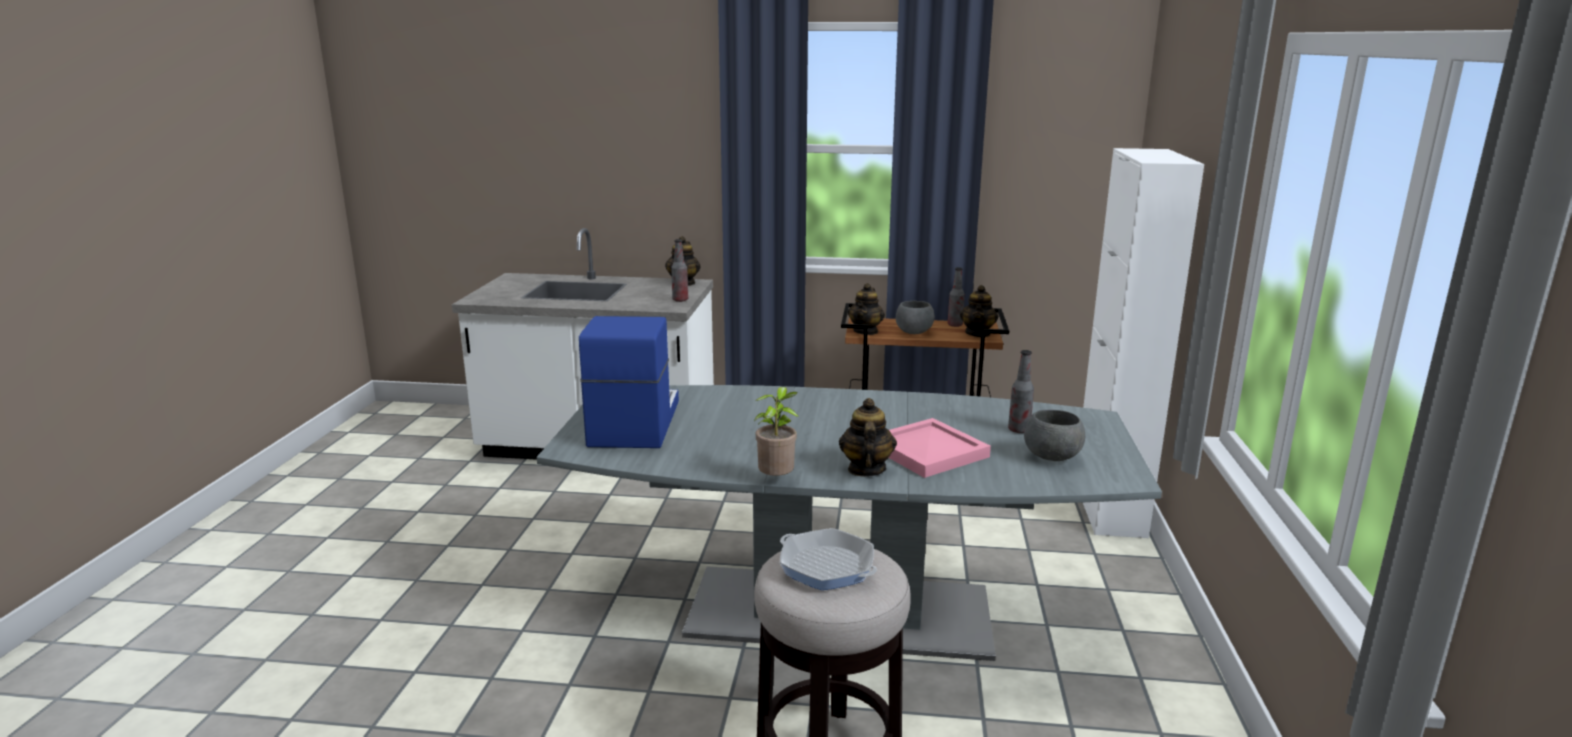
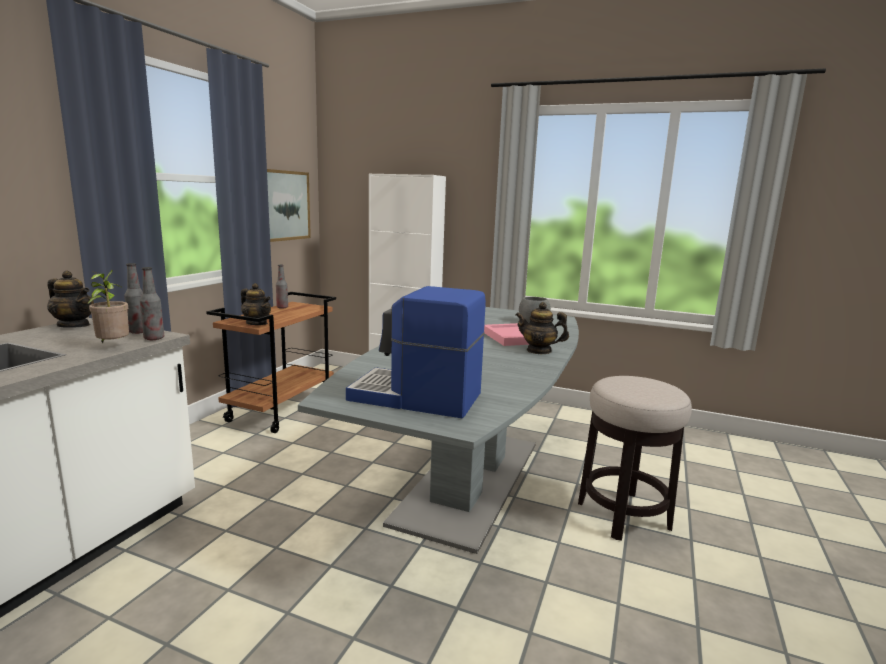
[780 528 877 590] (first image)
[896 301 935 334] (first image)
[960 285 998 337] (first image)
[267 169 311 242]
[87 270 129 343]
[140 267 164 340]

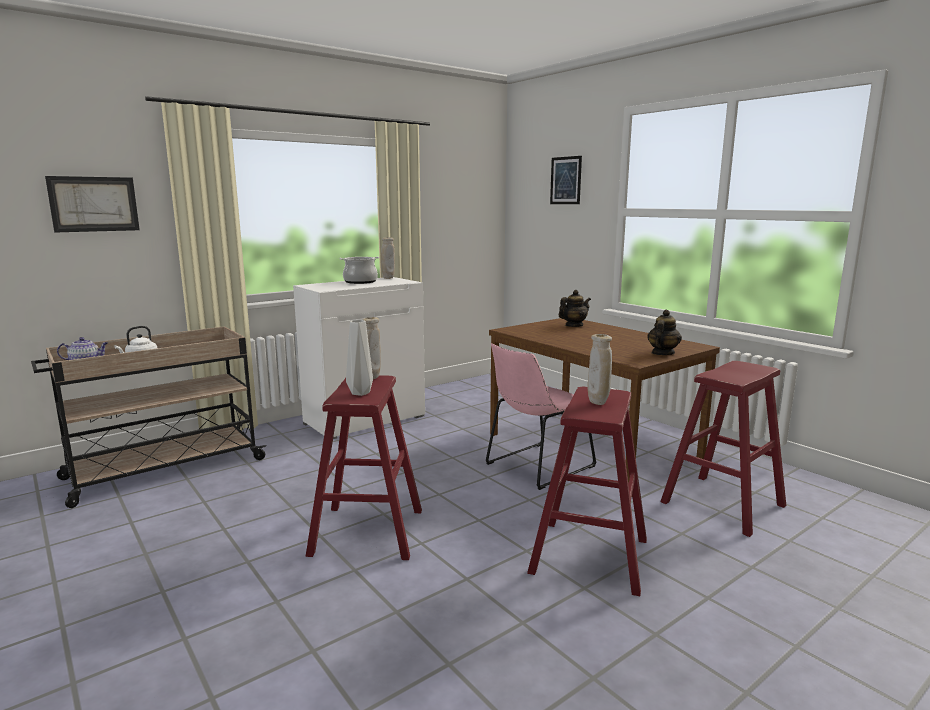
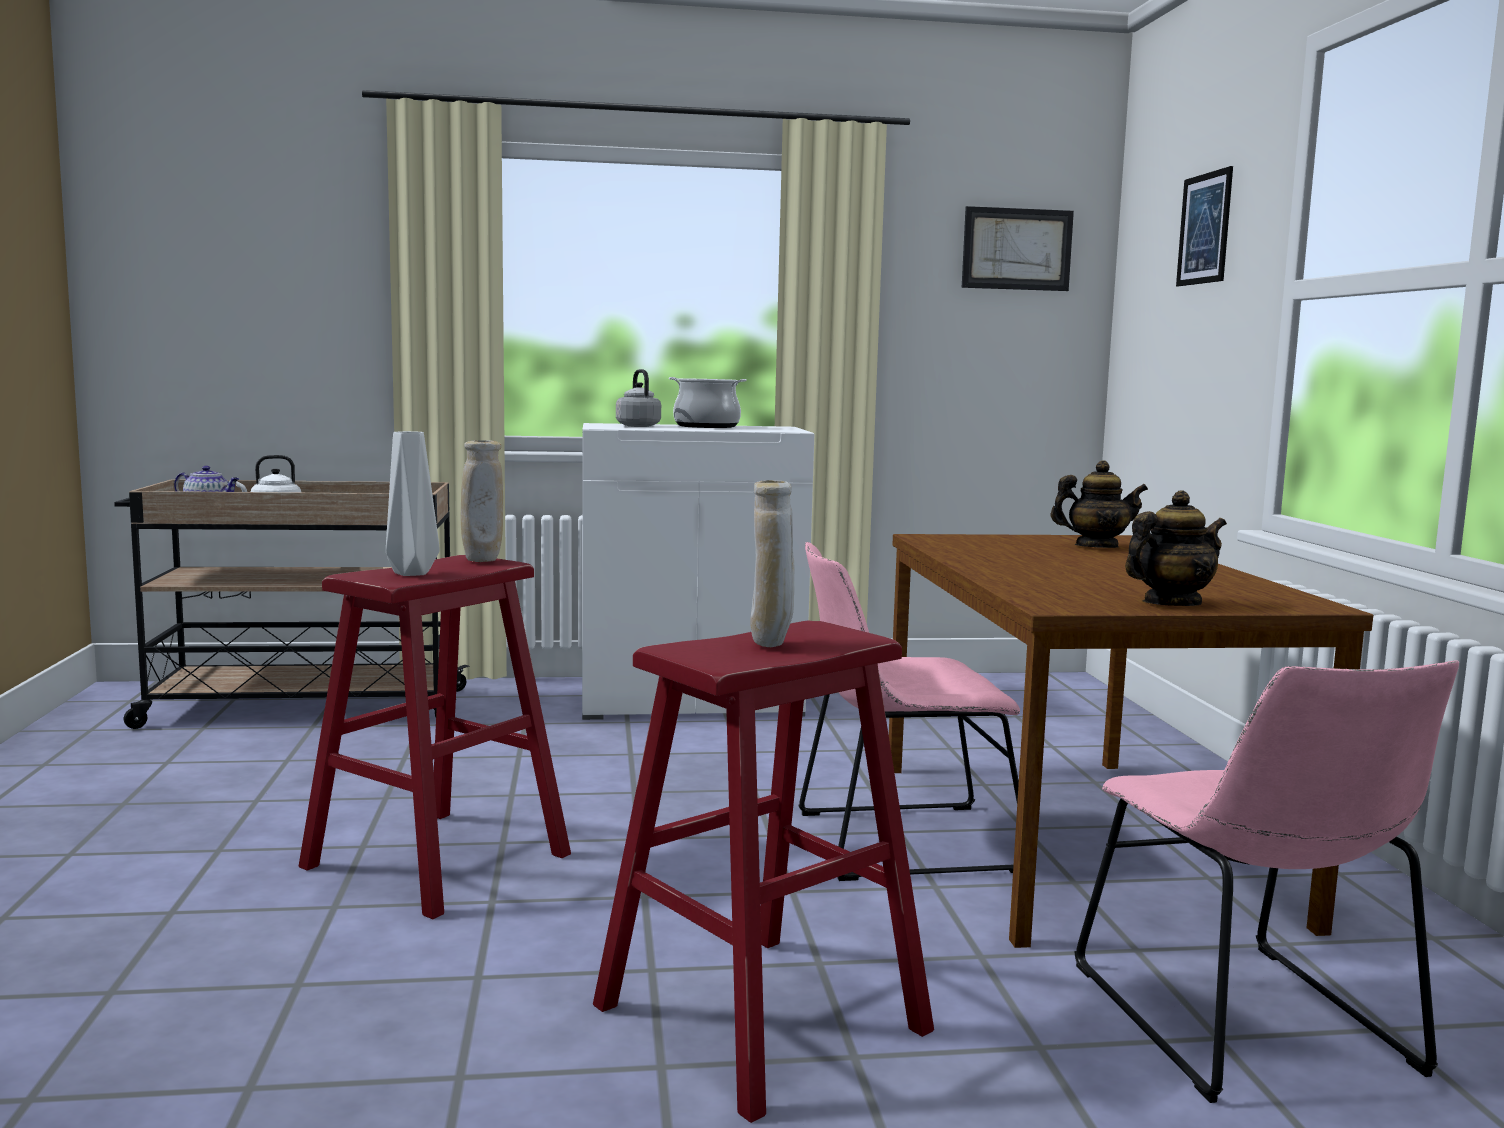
[381 237 395 279] (first image)
[616 369 661 427]
[962 206 1074 291]
[1075 660 1459 1103]

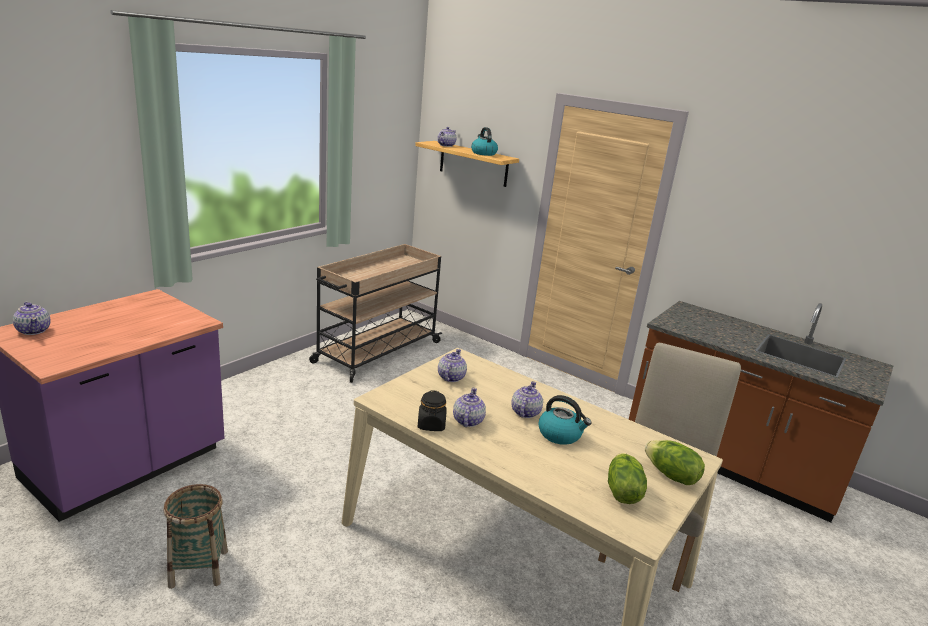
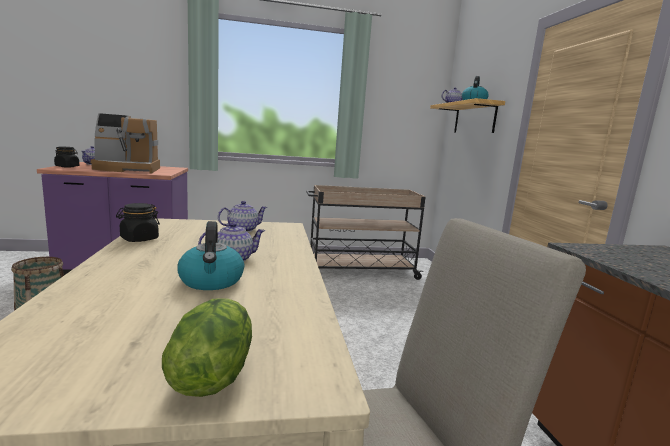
[453 388 486 427] (first image)
[608 453 647 504] (first image)
[54 147 79 167]
[90 113 160 174]

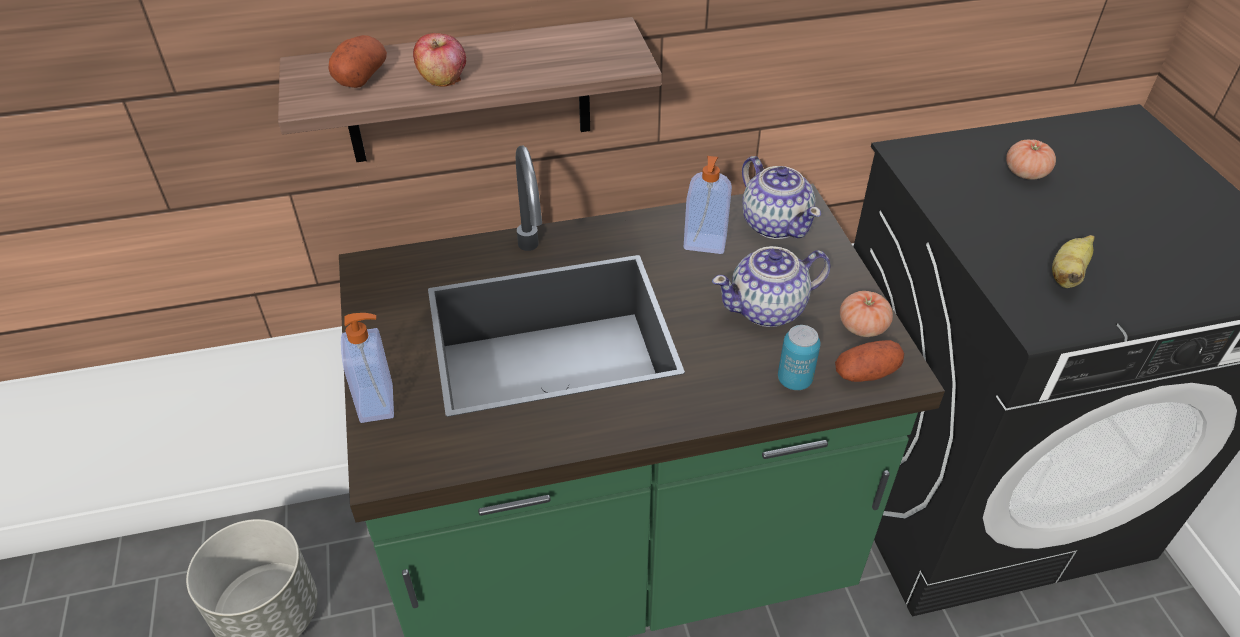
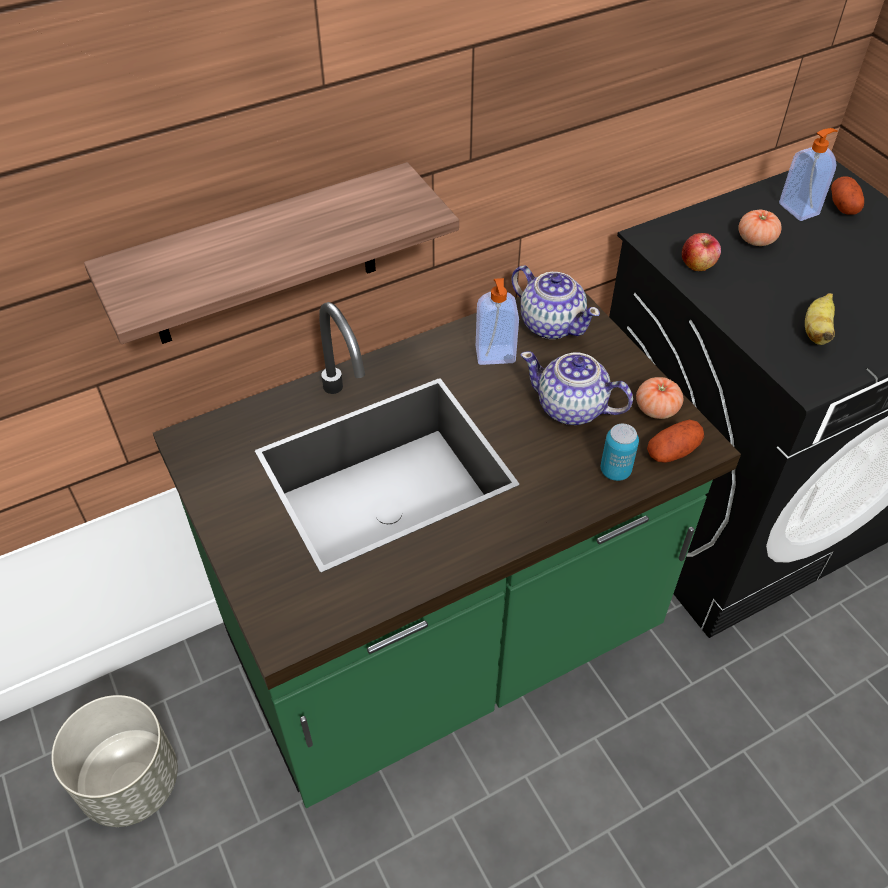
[831 176 864 215]
[779 128 837 221]
[682 233 721 271]
[521 351 633 425]

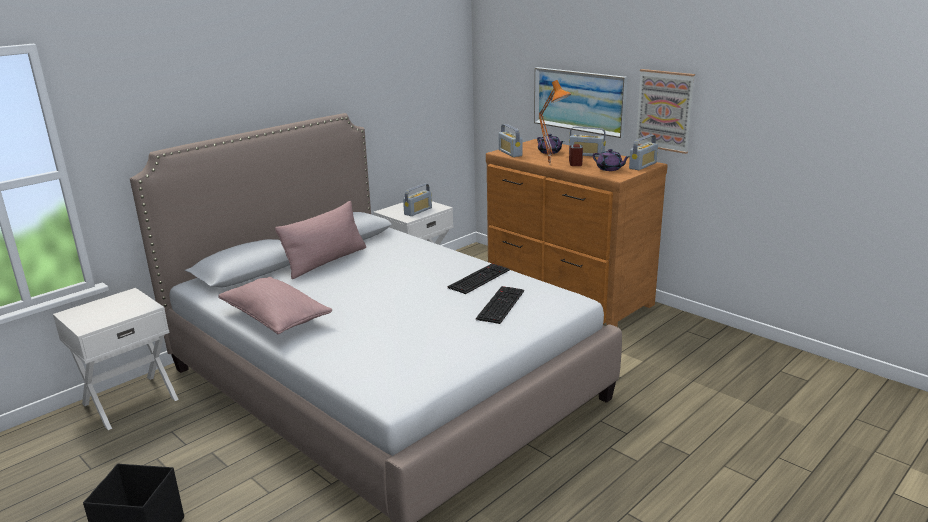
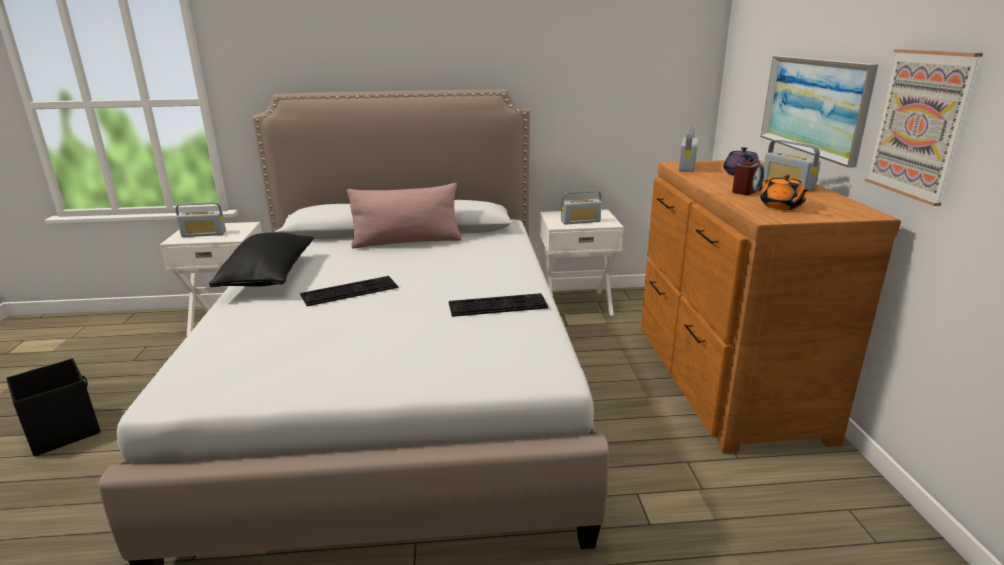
[539 80 571 165] (first image)
[300 276 398 306]
[176 202 226 237]
[209 232 314 287]
[760 174 809 210]

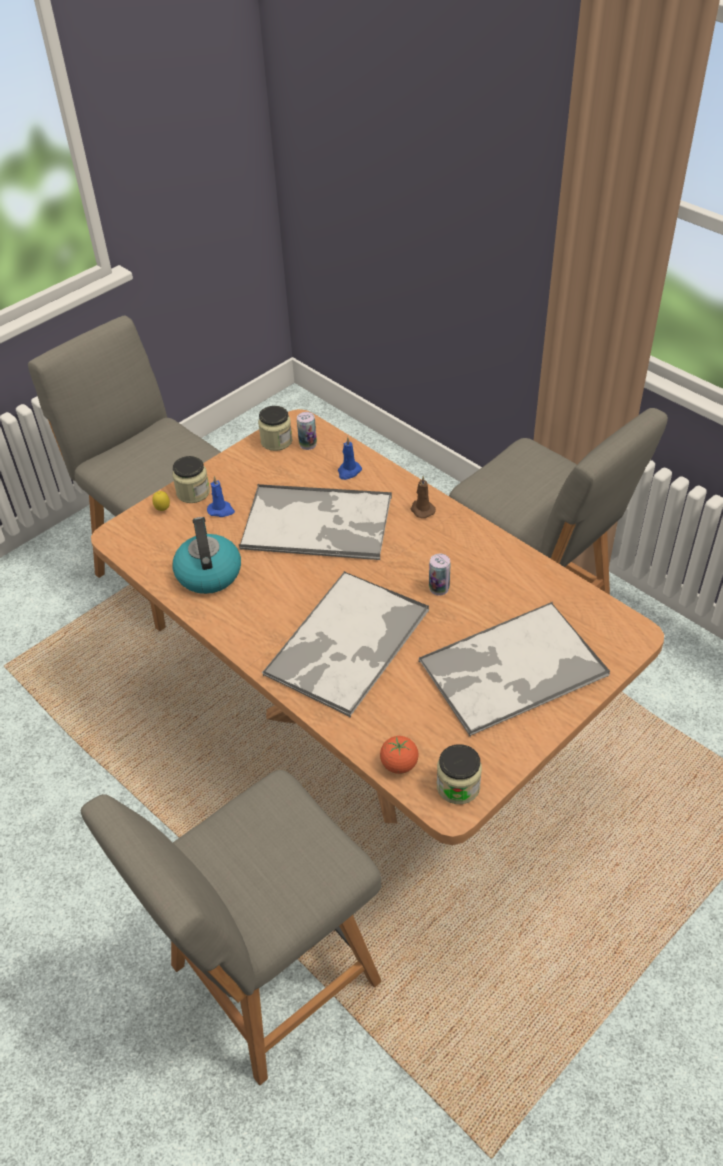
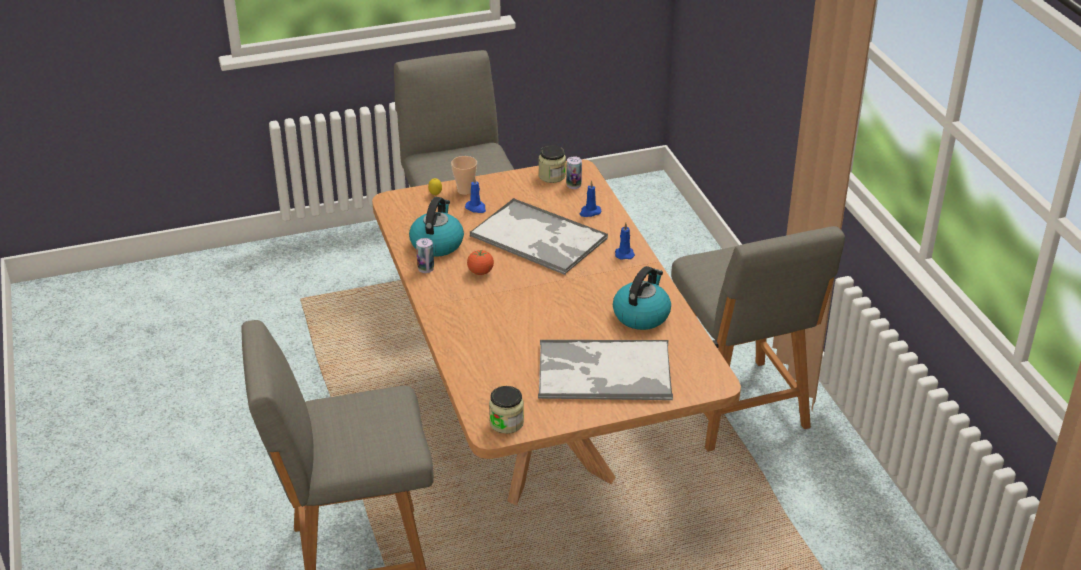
[262 571 430 717] (first image)
[613 266 671 330]
[467 250 494 275]
[416 238 434 273]
[451 156 477 195]
[615 223 635 260]

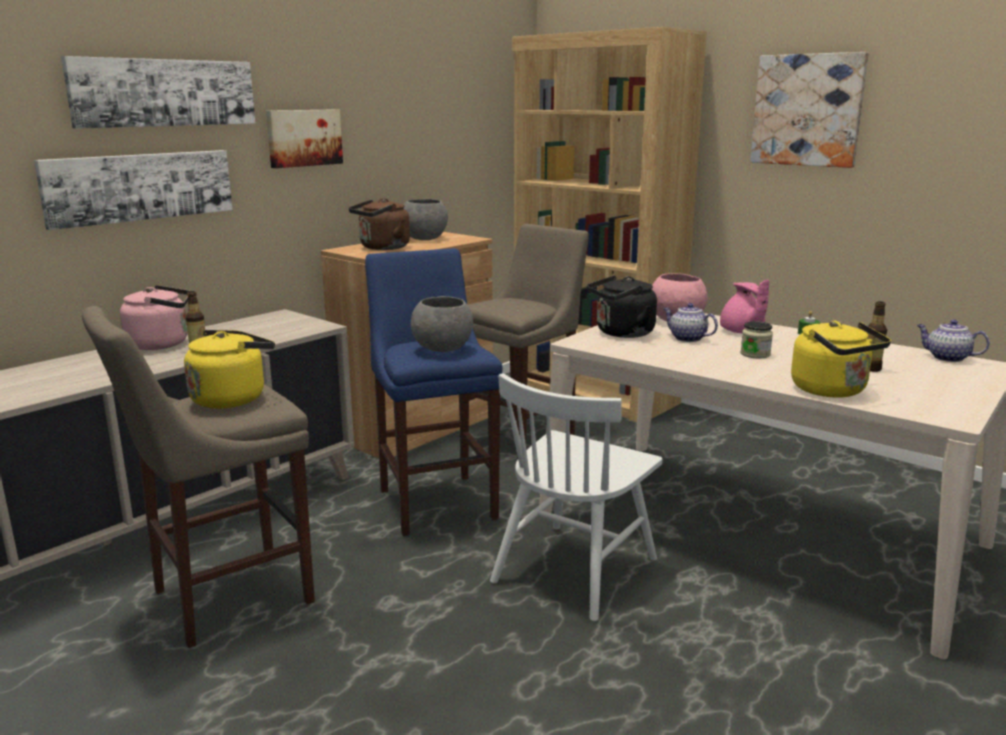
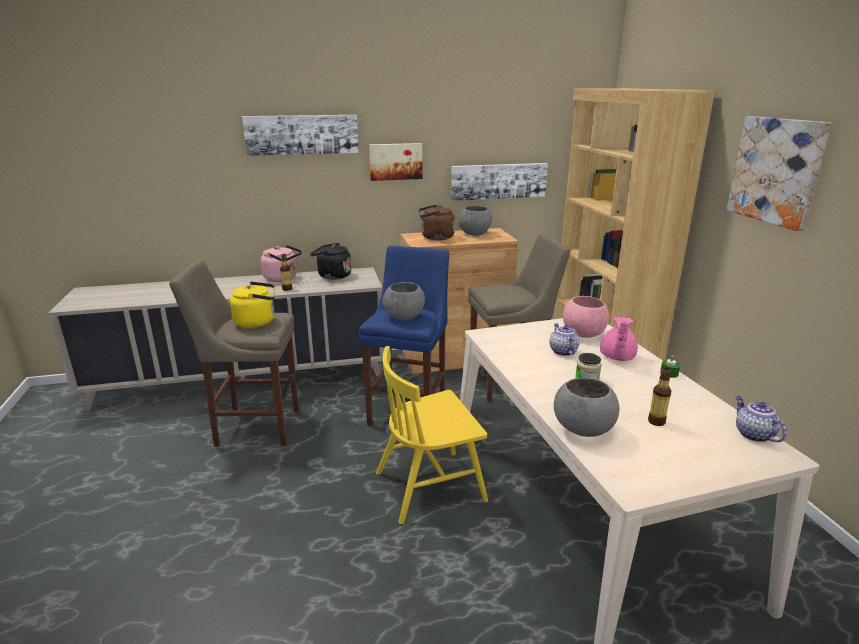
[451 163 548 201]
[310 243 352 280]
[554 378 619 437]
[376 346 488 524]

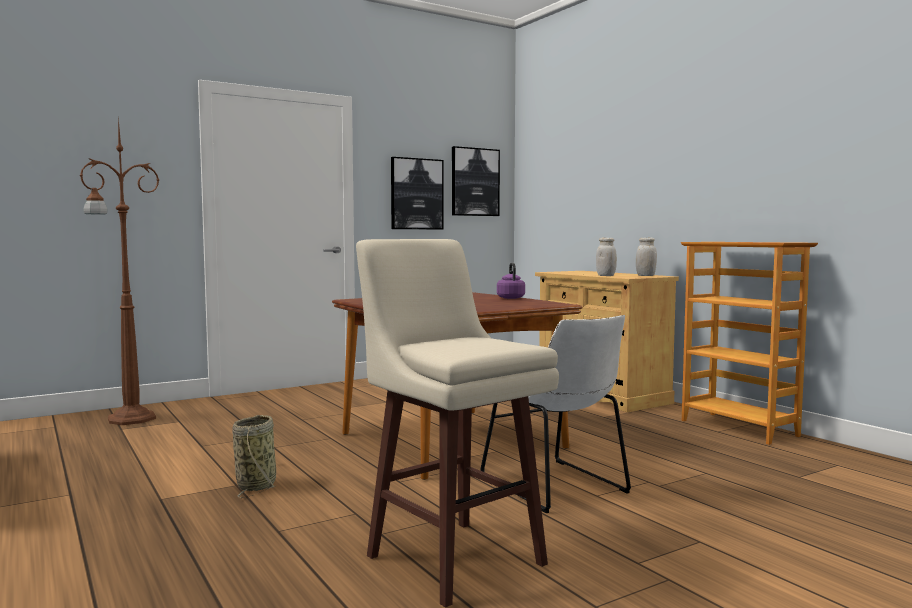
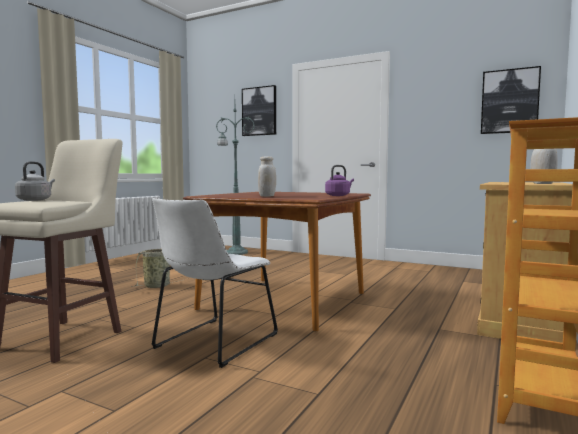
[15 161 55 201]
[242 85 276 136]
[258 156 276 197]
[216 104 255 255]

